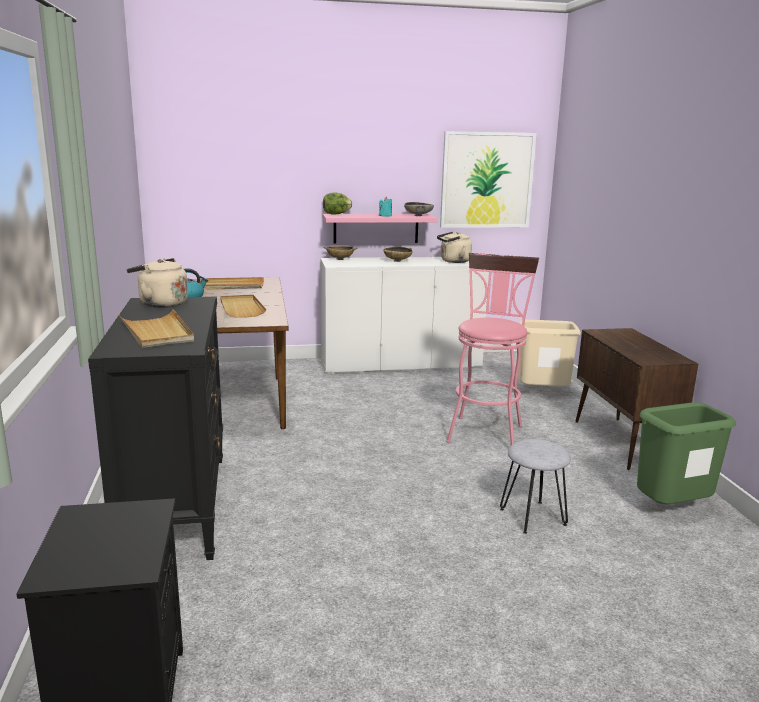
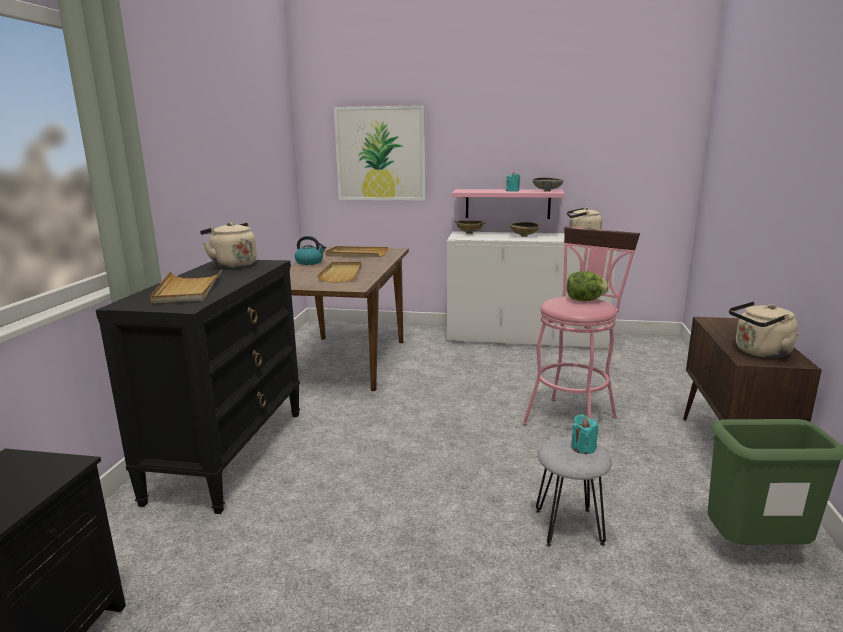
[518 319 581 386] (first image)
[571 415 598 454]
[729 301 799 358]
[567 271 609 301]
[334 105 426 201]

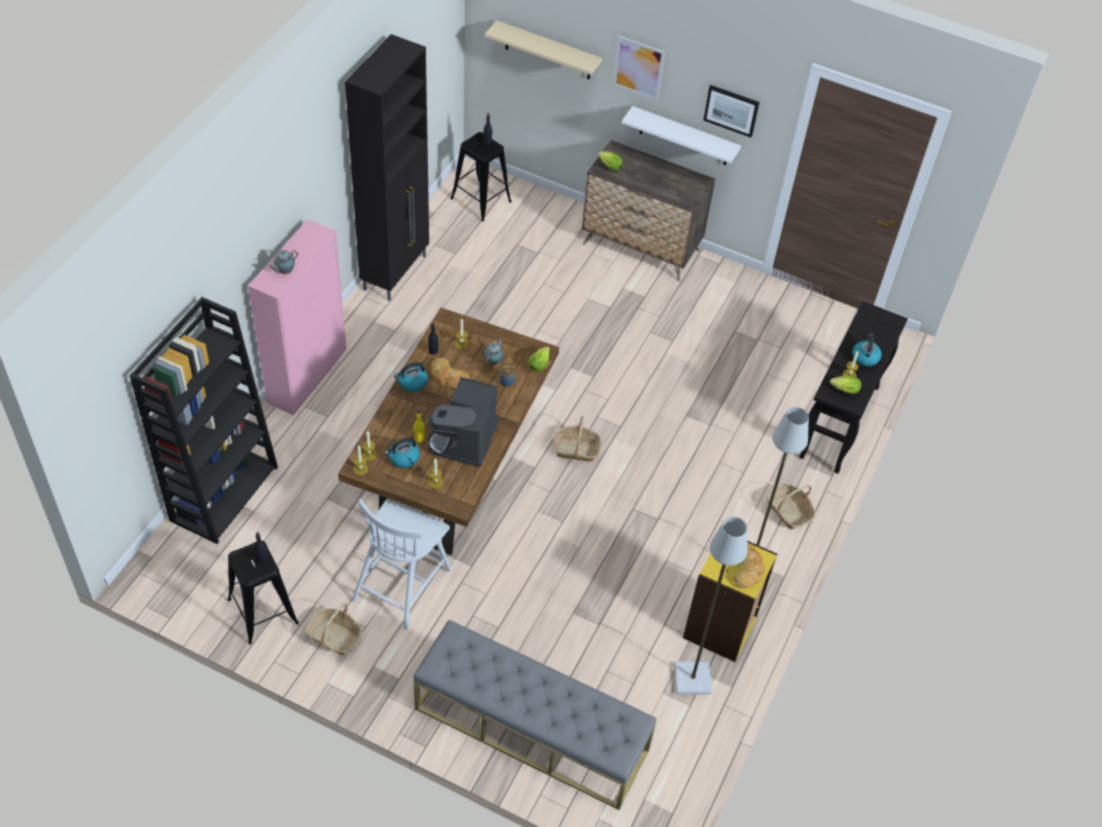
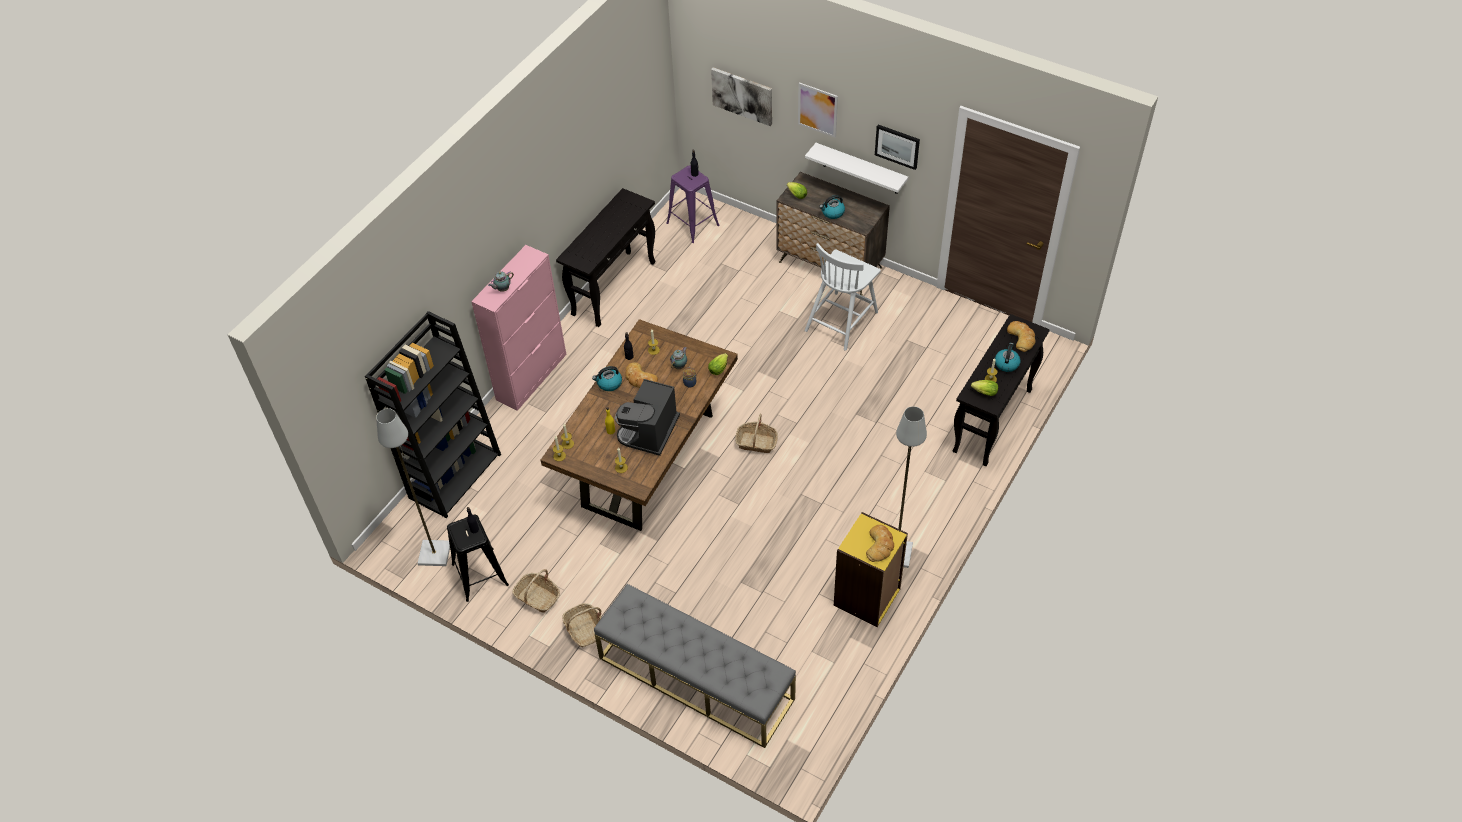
[1007 321 1036 352]
[805 243 881 351]
[819 195 845 219]
[376 408 450 566]
[562 603 602 647]
[556 188 655 327]
[711 67 772 126]
[666 165 720 243]

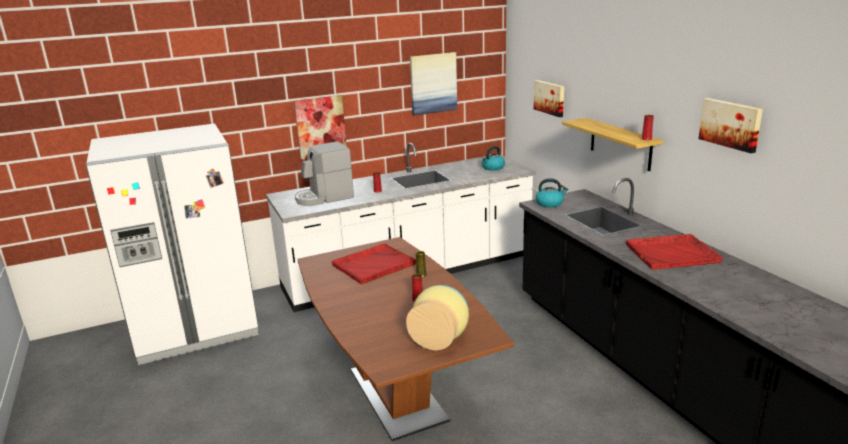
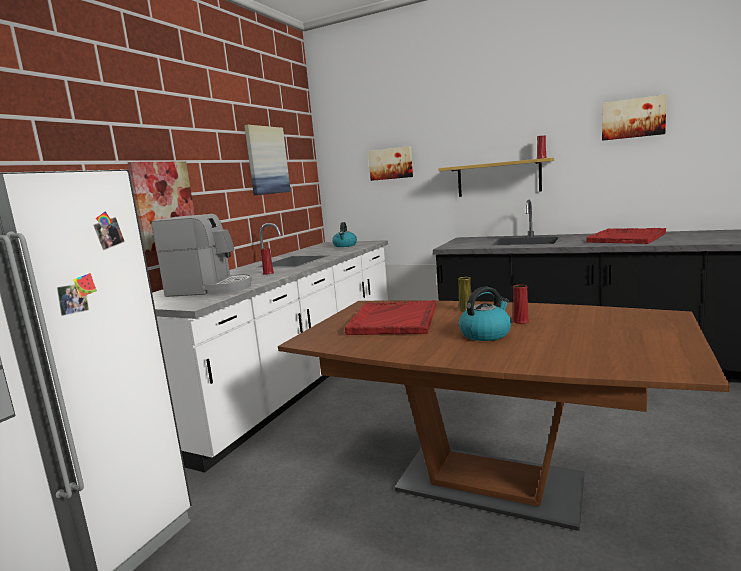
[406 285 469 350] (first image)
[459 287 511 341]
[151 214 252 297]

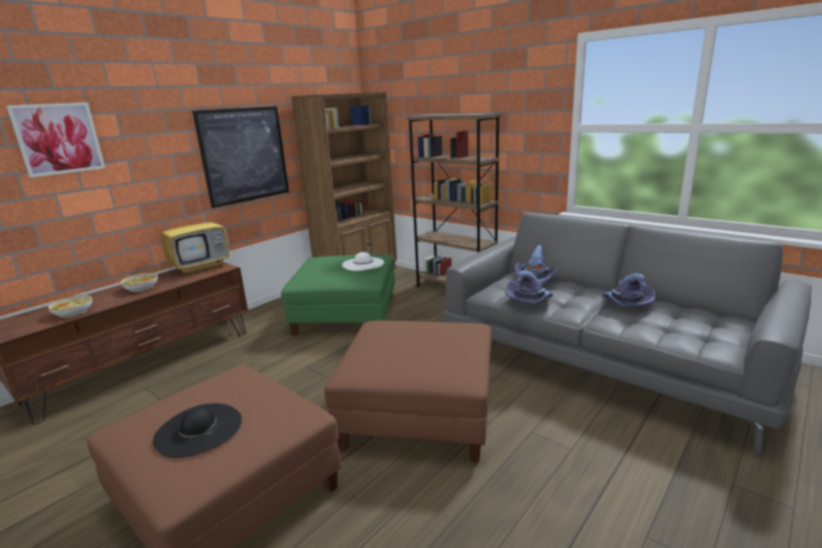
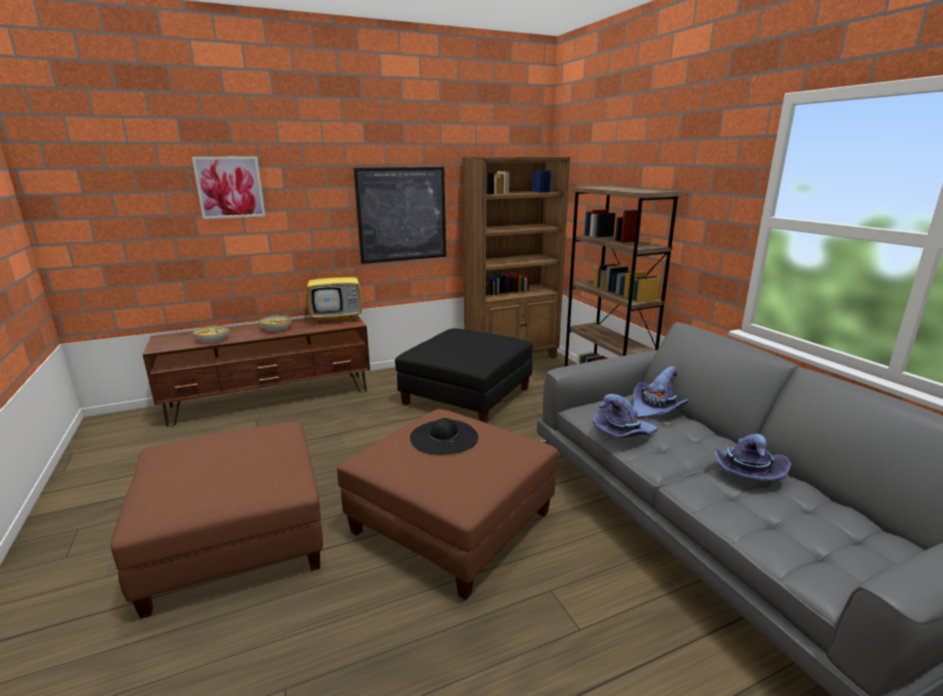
[342 252 384 271] (first image)
[410 418 478 454]
[395 328 533 423]

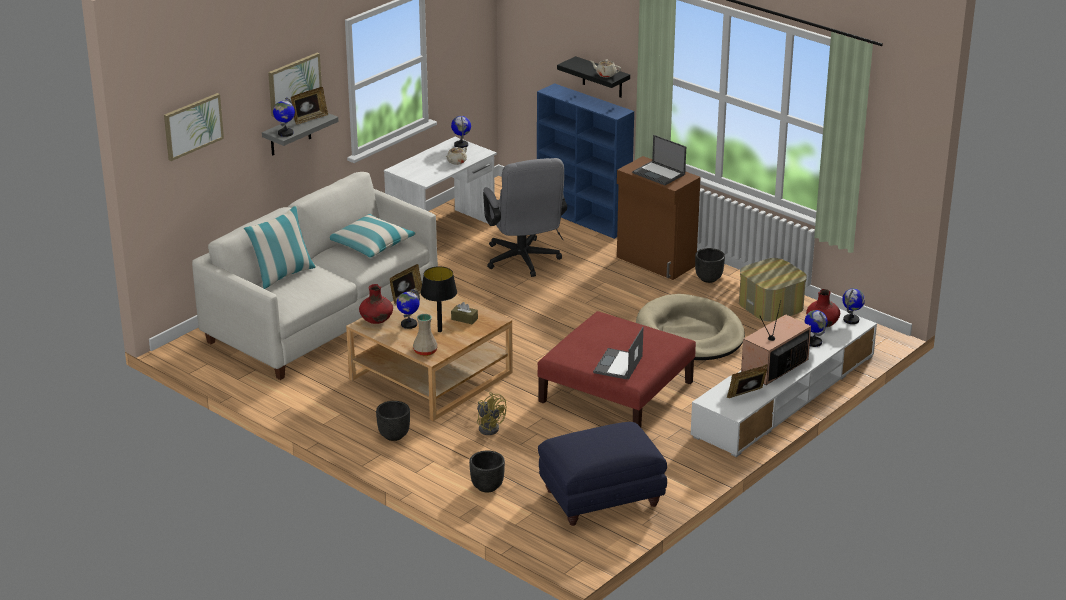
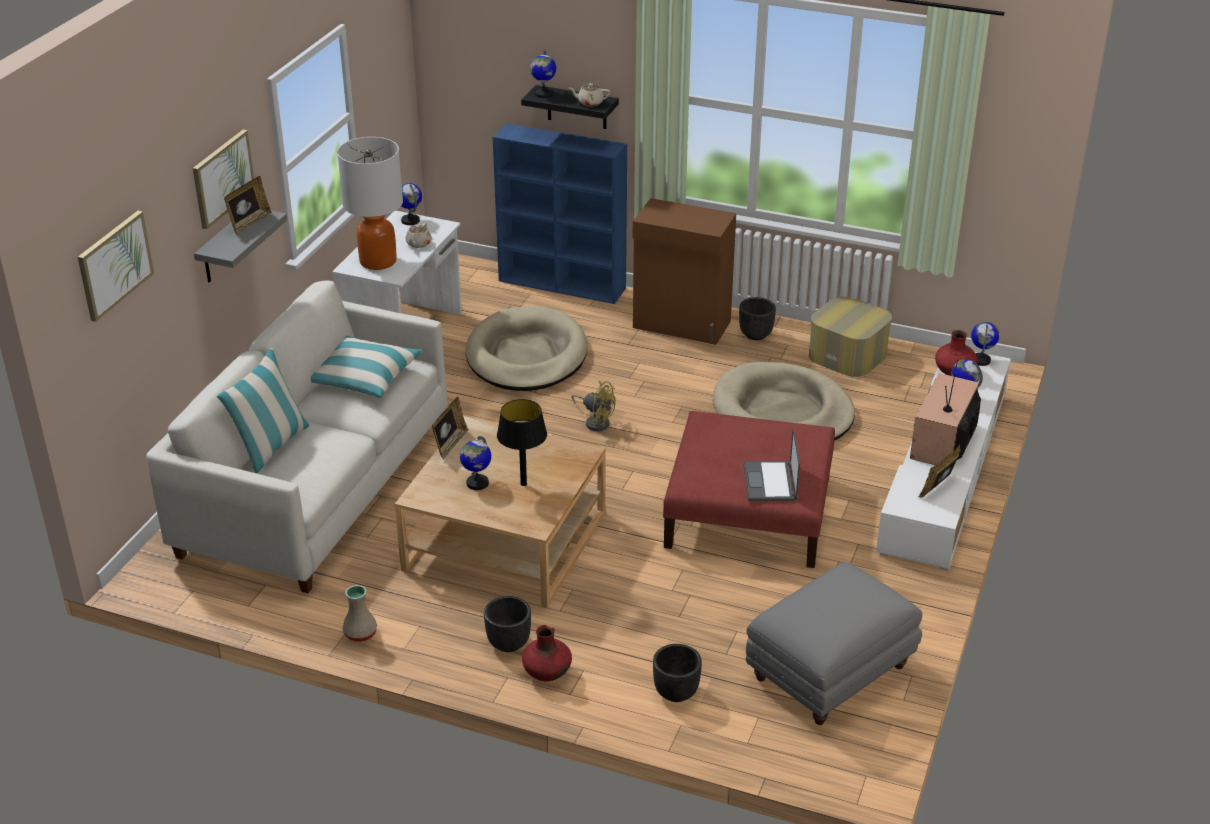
[451 302 478 325] (first image)
[632 135 686 185] (first image)
[337 137 403 270]
[530 50 556 98]
[522 625 572 681]
[342 585 377 642]
[572 381 616 431]
[465 306 588 391]
[746 562 922 725]

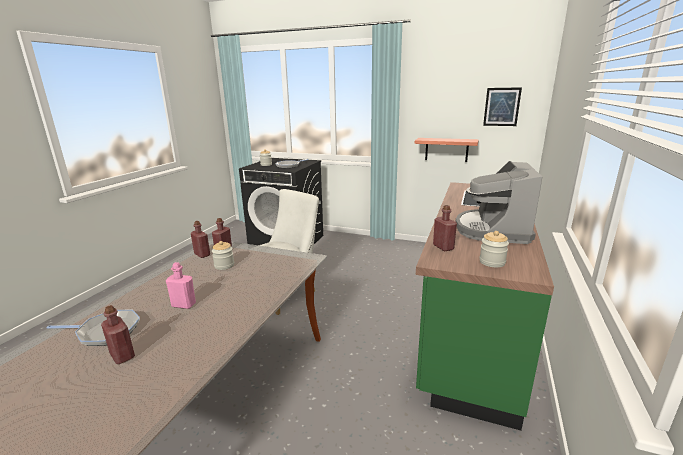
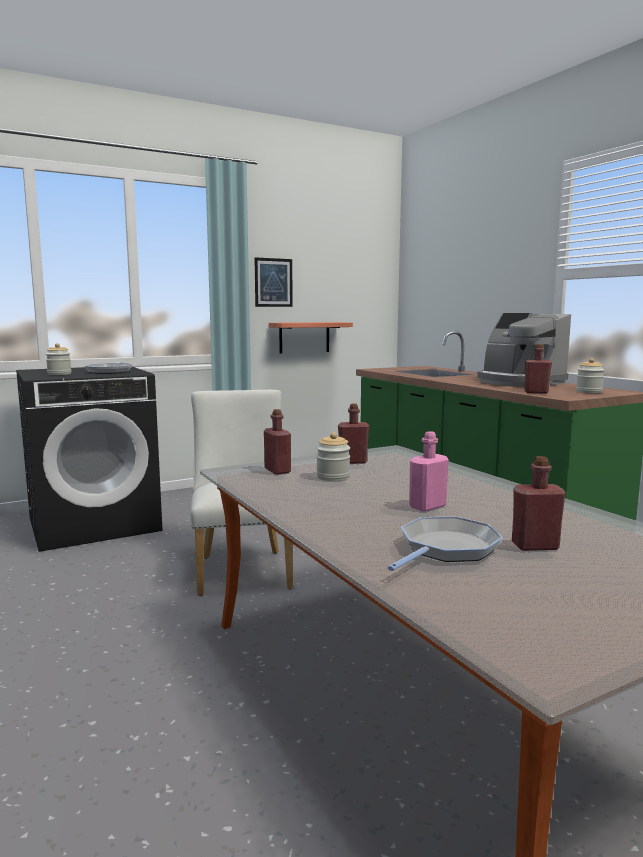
[338 404 369 464]
[254 257 293 307]

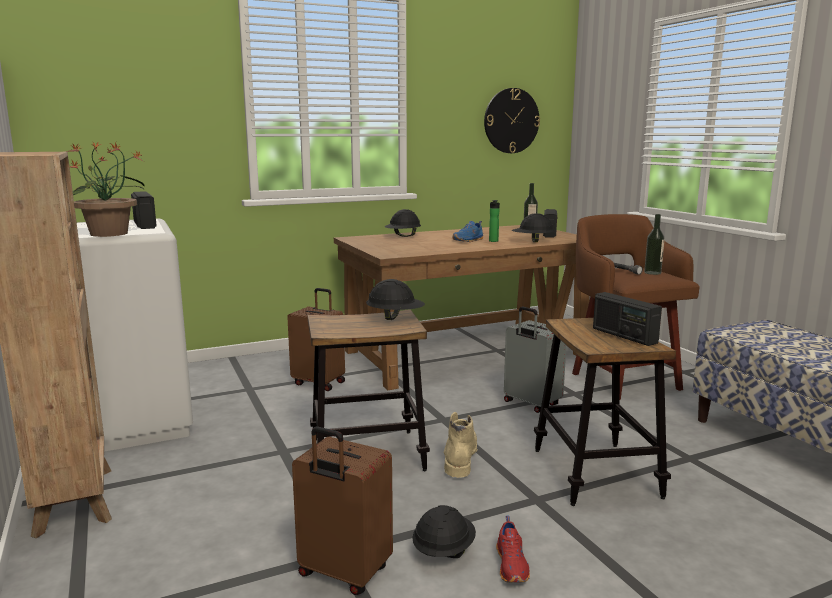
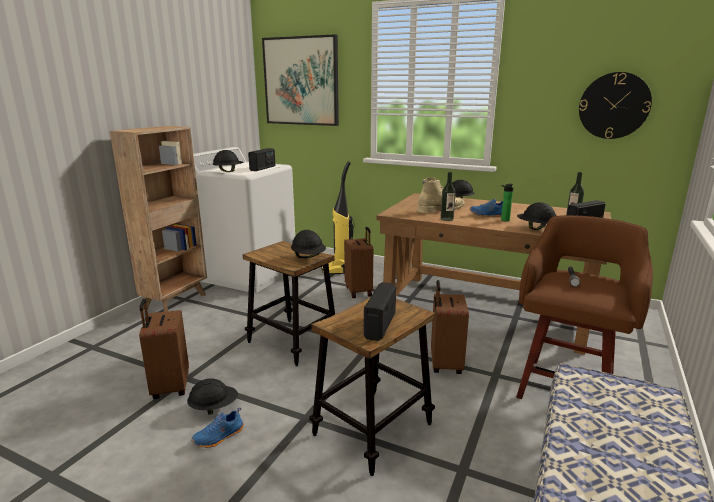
[262 34 339 126]
[321 161 354 274]
[417 177 465 213]
[440 172 456 221]
[212 150 243 172]
[191 407 244 448]
[431 280 469 374]

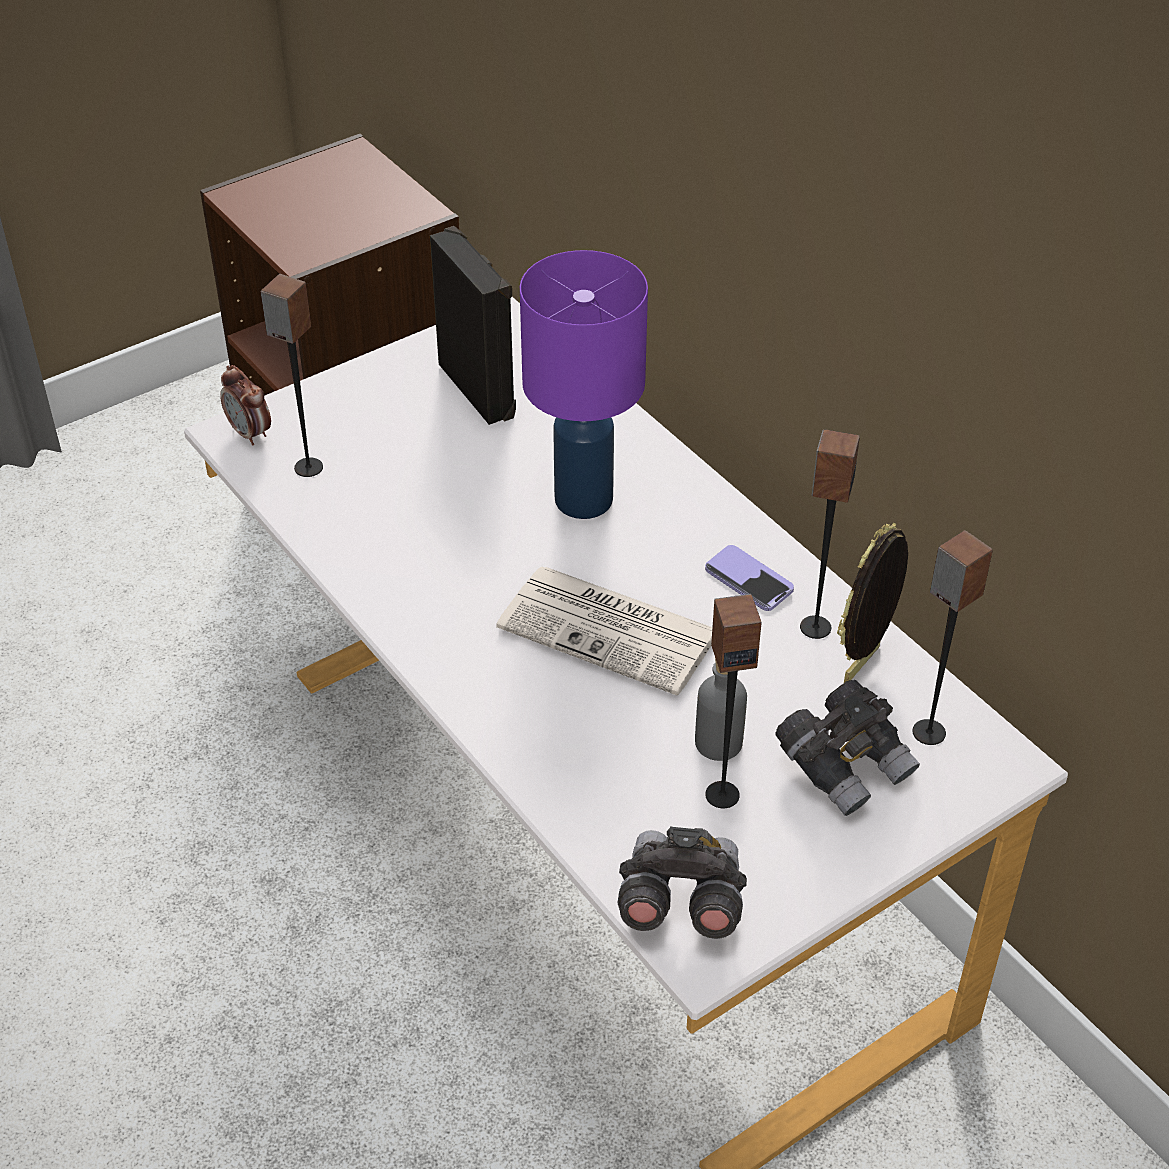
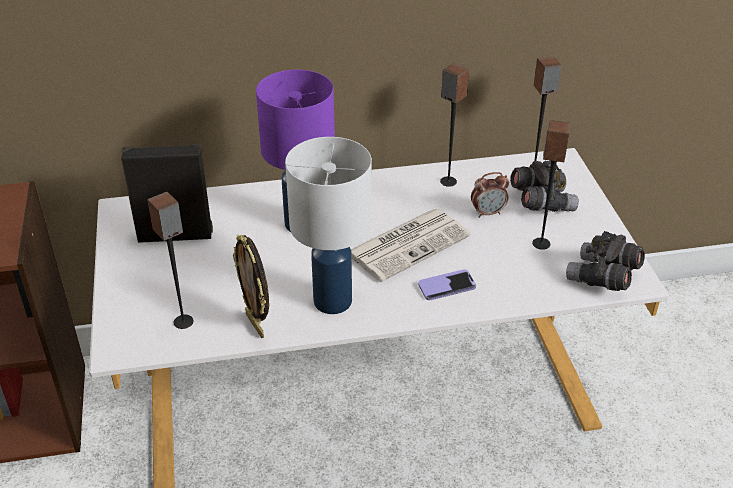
[695 658 747 761] (first image)
[285 137 372 314]
[471 172 509 218]
[418 269 476 300]
[233 234 269 338]

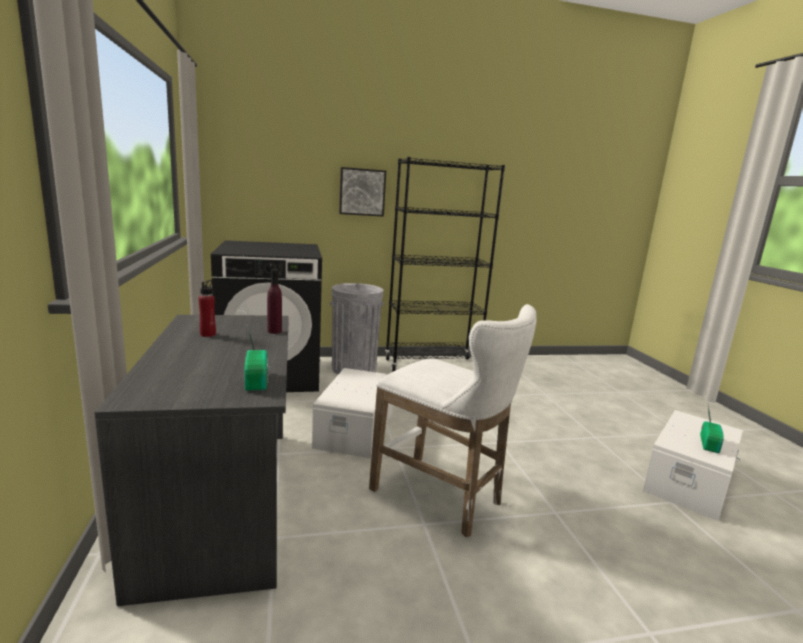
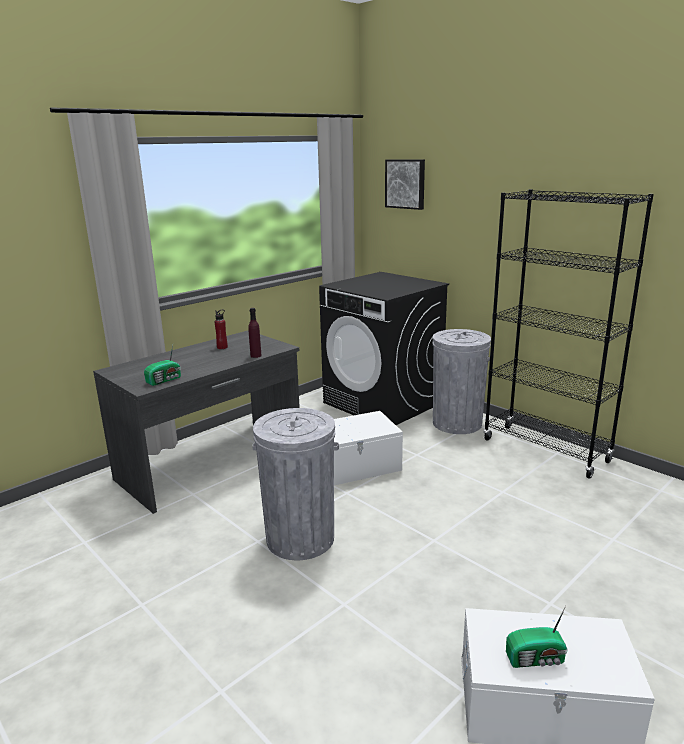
[385 159 425 210]
[252 408 339 560]

